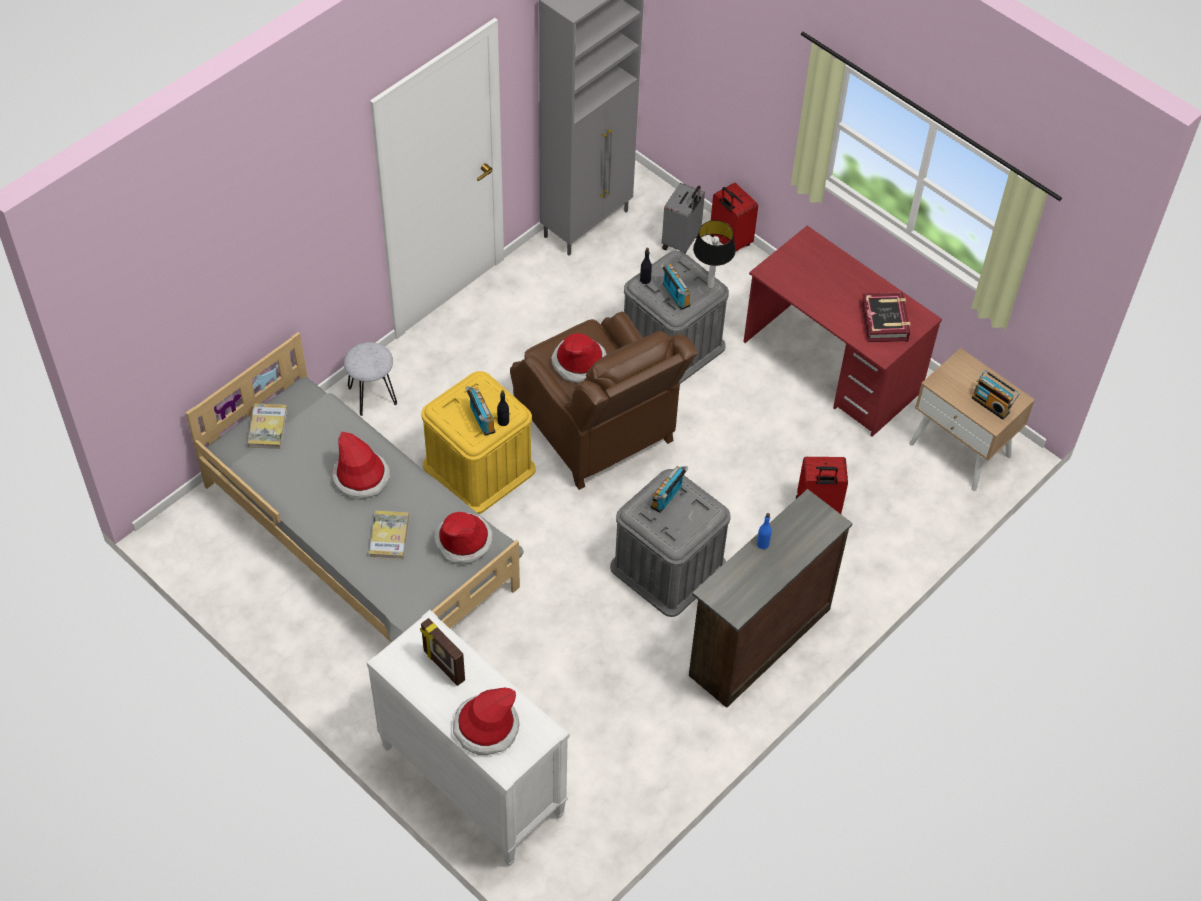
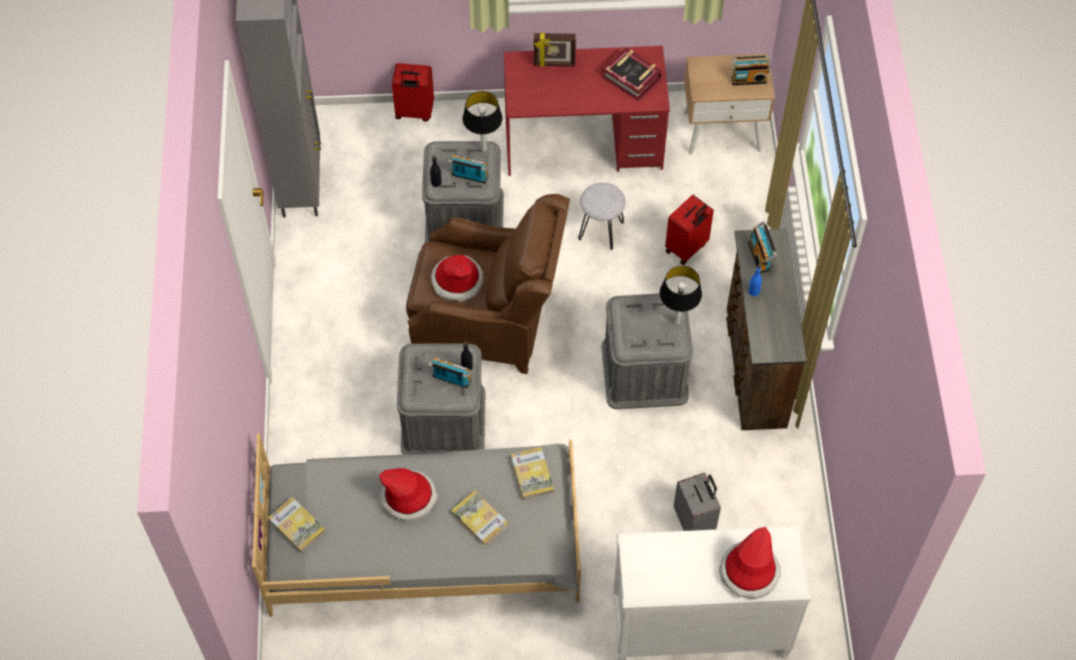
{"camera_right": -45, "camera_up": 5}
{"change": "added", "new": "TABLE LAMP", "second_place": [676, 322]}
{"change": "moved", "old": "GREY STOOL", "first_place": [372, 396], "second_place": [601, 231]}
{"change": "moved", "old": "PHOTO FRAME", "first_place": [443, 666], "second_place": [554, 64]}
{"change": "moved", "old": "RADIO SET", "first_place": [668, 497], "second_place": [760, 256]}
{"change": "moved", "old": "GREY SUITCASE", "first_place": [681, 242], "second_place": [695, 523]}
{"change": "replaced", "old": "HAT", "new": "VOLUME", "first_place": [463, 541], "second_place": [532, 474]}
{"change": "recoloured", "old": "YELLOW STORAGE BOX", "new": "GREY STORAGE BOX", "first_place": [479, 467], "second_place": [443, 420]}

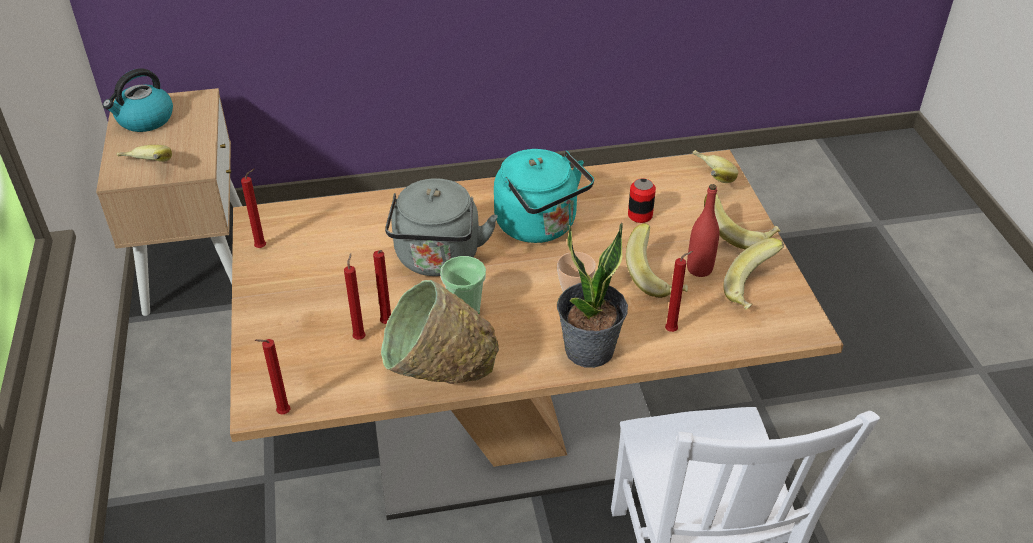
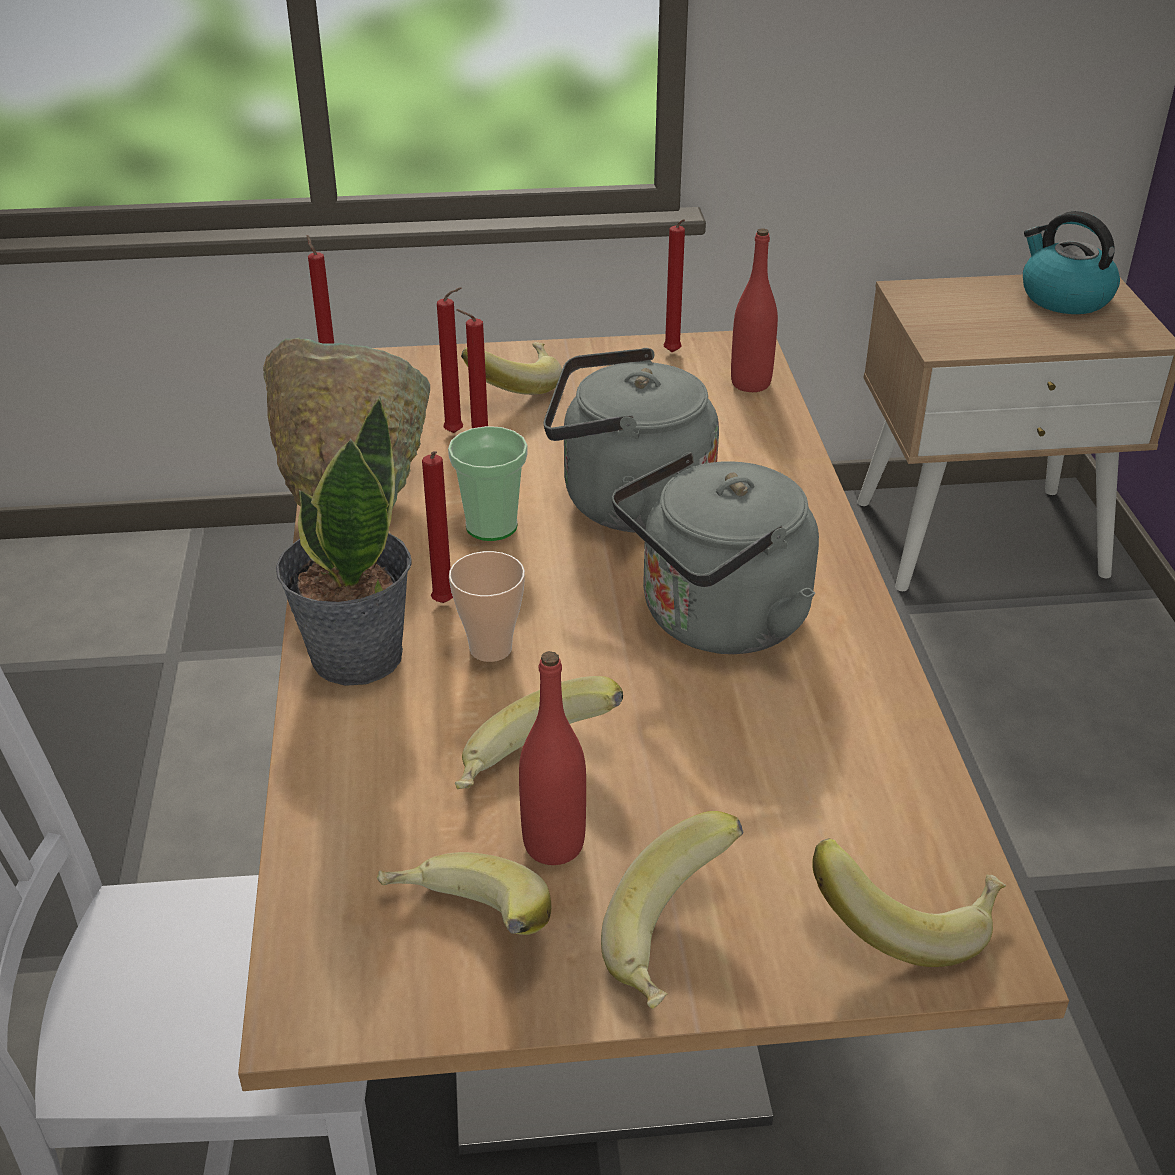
{"camera_right": 95, "camera_up": -5}
{"change": "removed", "old": "CAN", "first_place": [640, 215]}
{"change": "added", "new": "REDDISH DRINK BOTTLE", "second_place": [750, 383]}
{"change": "moved", "old": "BANANA", "first_place": [147, 169], "second_place": [513, 387]}
{"change": "moved", "old": "REDDISH CANDLE", "first_place": [673, 330], "second_place": [443, 605]}
{"change": "recoloured", "old": "TURQUOISE KETTLE", "new": "GREY KETTLE", "first_place": [540, 226], "second_place": [716, 621]}

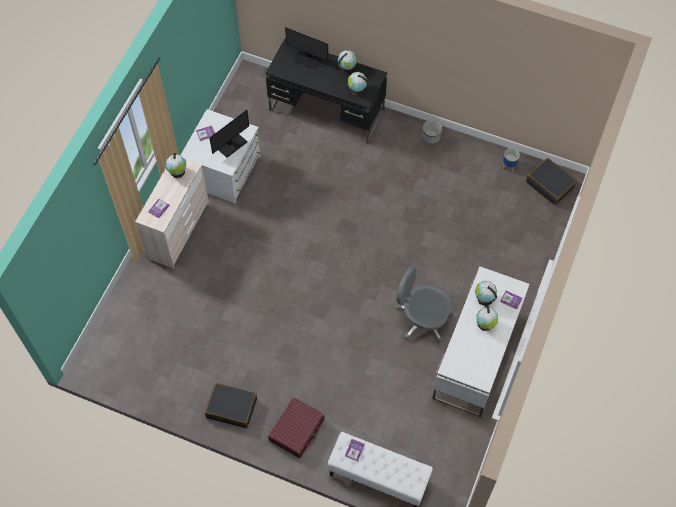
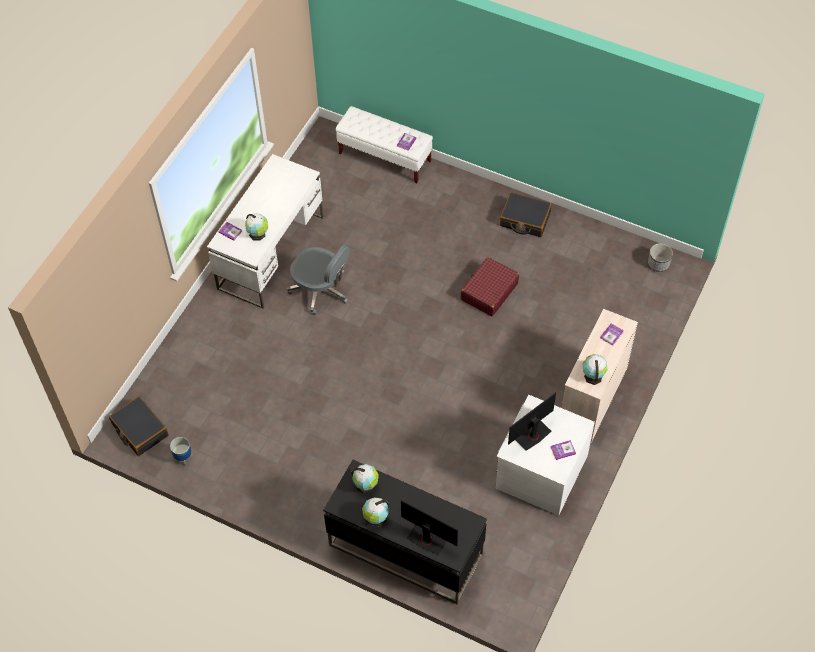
{"camera_right": -175, "camera_up": -5}
{"change": "removed", "old": "DESK GLOBE", "first_place": [485, 324]}
{"change": "moved", "old": "REDDISH SUITCASE", "first_place": [297, 430], "second_place": [489, 291]}
{"change": "moved", "old": "PLANTER", "first_place": [431, 137], "second_place": [658, 264]}

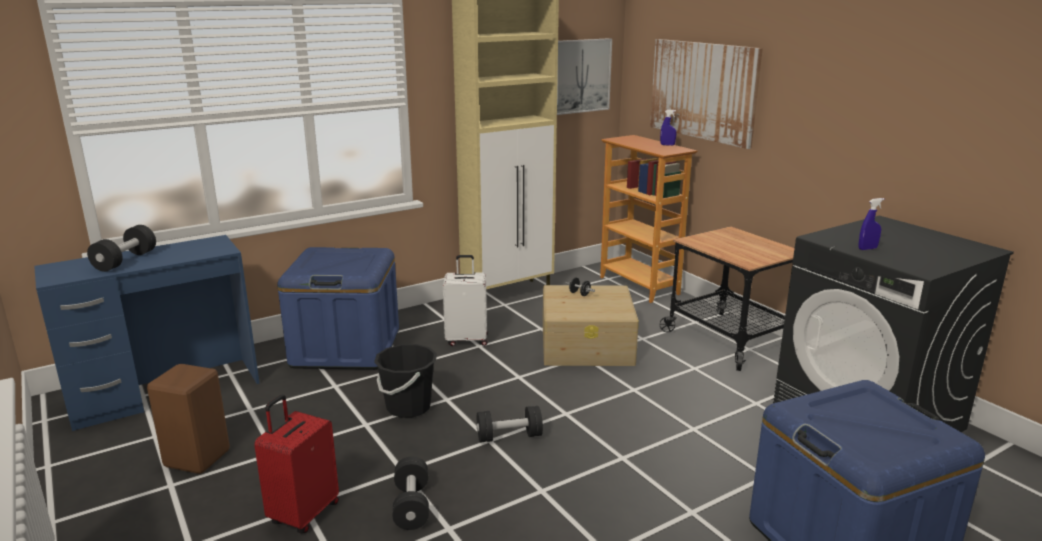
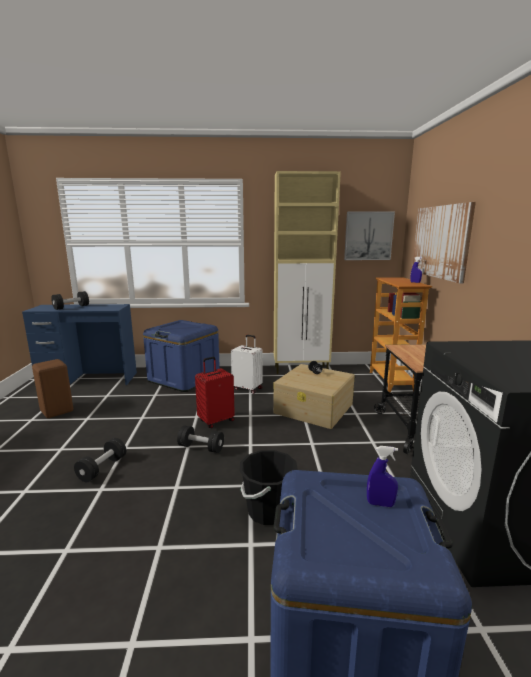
{"camera_right": 30, "camera_up": -5}
{"change": "moved", "old": "REDDISH SUITCASE", "first_place": [303, 513], "second_place": [216, 421]}
{"change": "moved", "old": "BLACK WATER BUCKET", "first_place": [408, 407], "second_place": [268, 511]}
{"change": "moved", "old": "BLUISH SPRAY BOTTLE", "first_place": [867, 249], "second_place": [380, 504]}

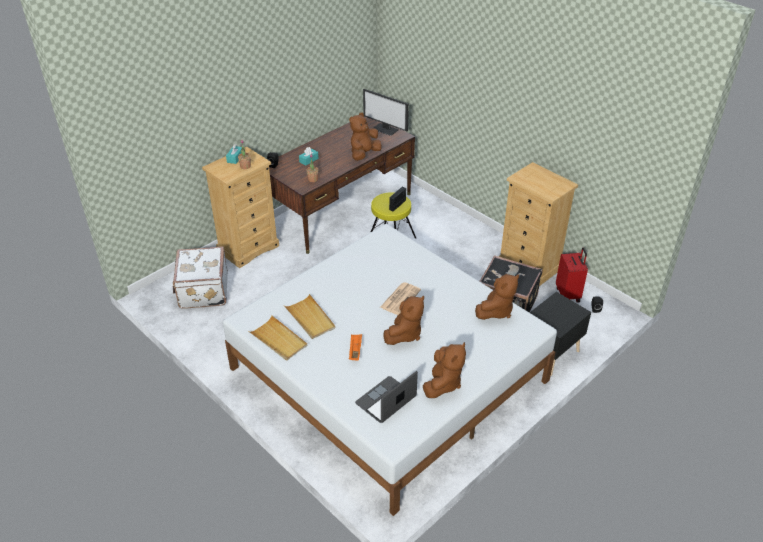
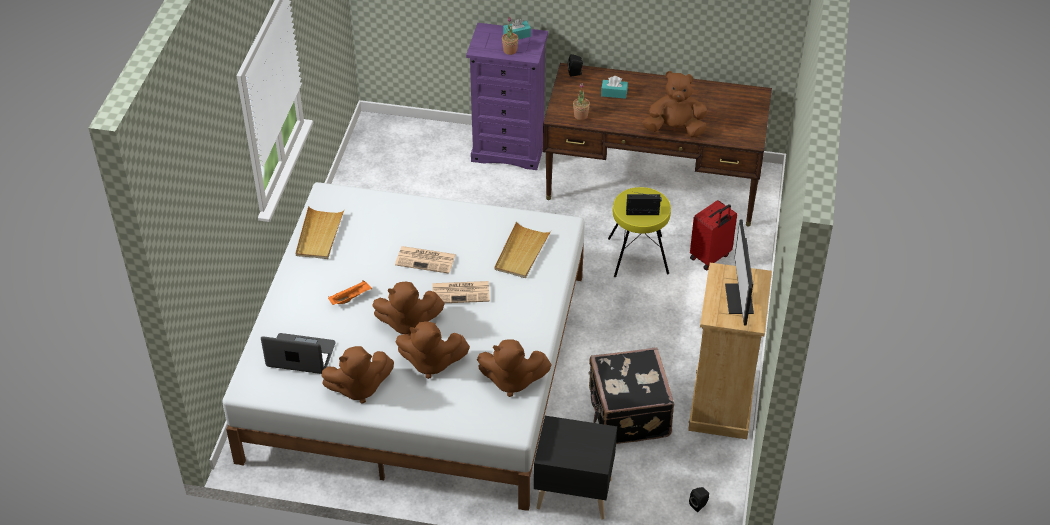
{"camera_right": 55, "camera_up": 5}
{"change": "removed", "old": "WHITE-COLOURED SUITCASE", "first_place": [202, 291]}
{"change": "added", "new": "PRINTED PAPER", "second_place": [426, 260]}
{"change": "added", "new": "BROWN-COLOURED PLUSH TOY", "second_place": [431, 362]}
{"change": "moved", "old": "BEIGE TRAY", "first_place": [310, 318], "second_place": [521, 252]}
{"change": "moved", "old": "COMPUTER DISPLAY", "first_place": [386, 129], "second_place": [740, 299]}
{"change": "moved", "old": "REDDISH SUITCASE", "first_place": [568, 294], "second_place": [710, 257]}
{"change": "recoloured", "old": "BEIGE DRAWER CHEST", "new": "PURPLISH DRAWER CHEST", "first_place": [248, 248], "second_place": [509, 149]}

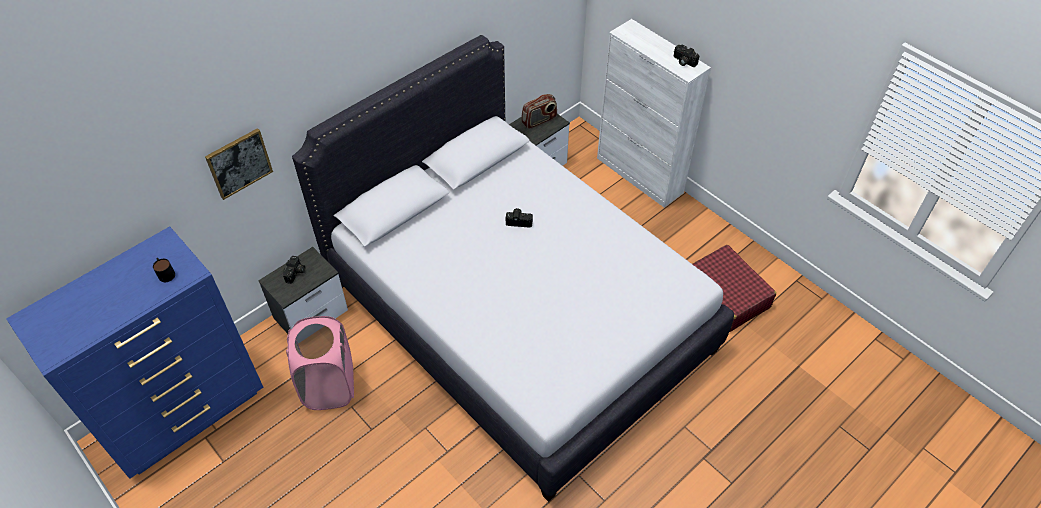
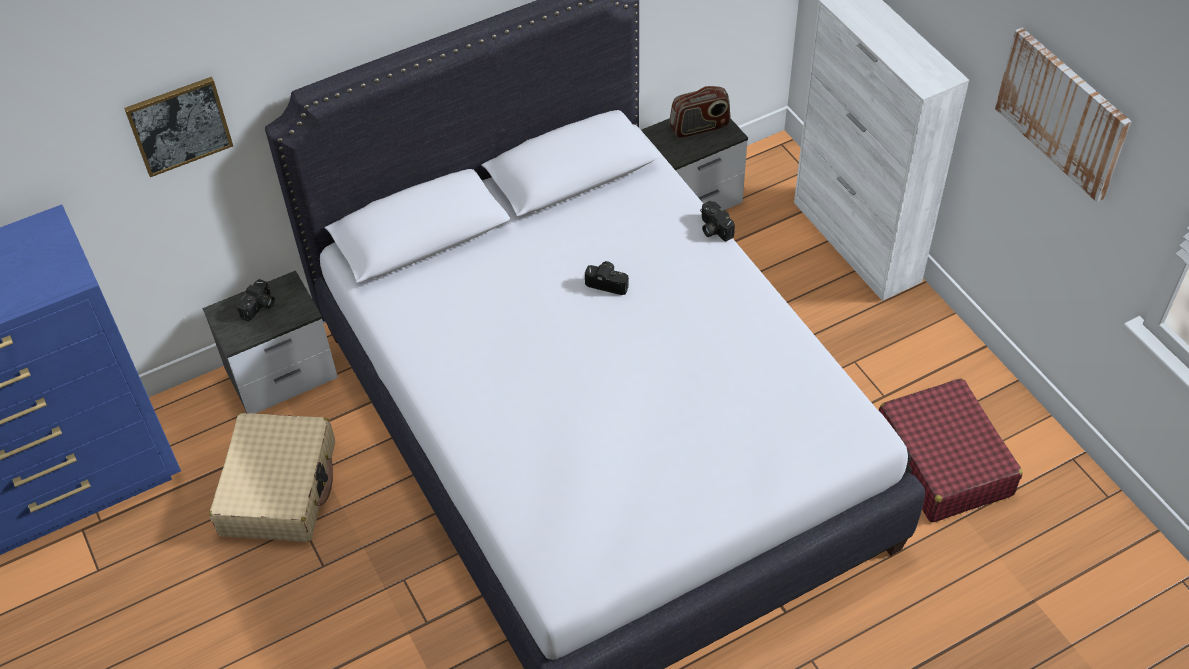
{"camera_right": 15, "camera_up": 0}
{"change": "removed", "old": "TEA MUG", "first_place": [165, 273]}
{"change": "added", "new": "WALL PICTURE", "second_place": [1062, 113]}
{"change": "moved", "old": "STILL CAMERA", "first_place": [683, 61], "second_place": [713, 229]}
{"change": "replaced", "old": "PINK LAUNDRY BASKET", "new": "BEIGE SUITCASE", "first_place": [329, 386], "second_place": [279, 488]}

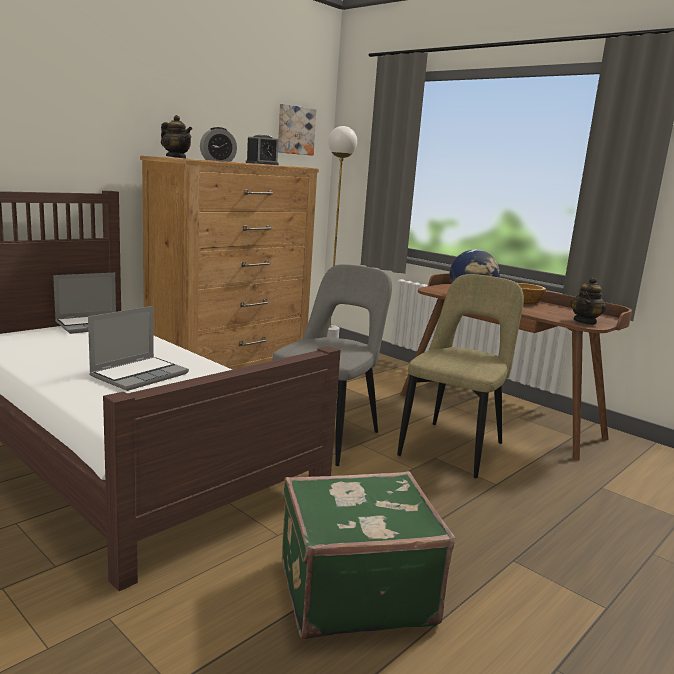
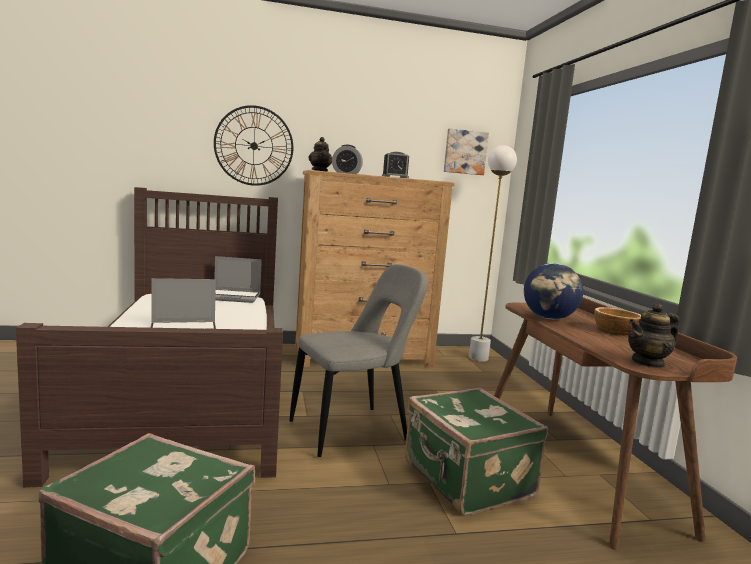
{"camera_right": 35, "camera_up": -5}
{"change": "added", "new": "HANGING CLOCK", "second_place": [254, 146]}
{"change": "replaced", "old": "BEIGE CHAIR", "new": "GREENISH SUITCASE", "first_place": [454, 447], "second_place": [466, 480]}

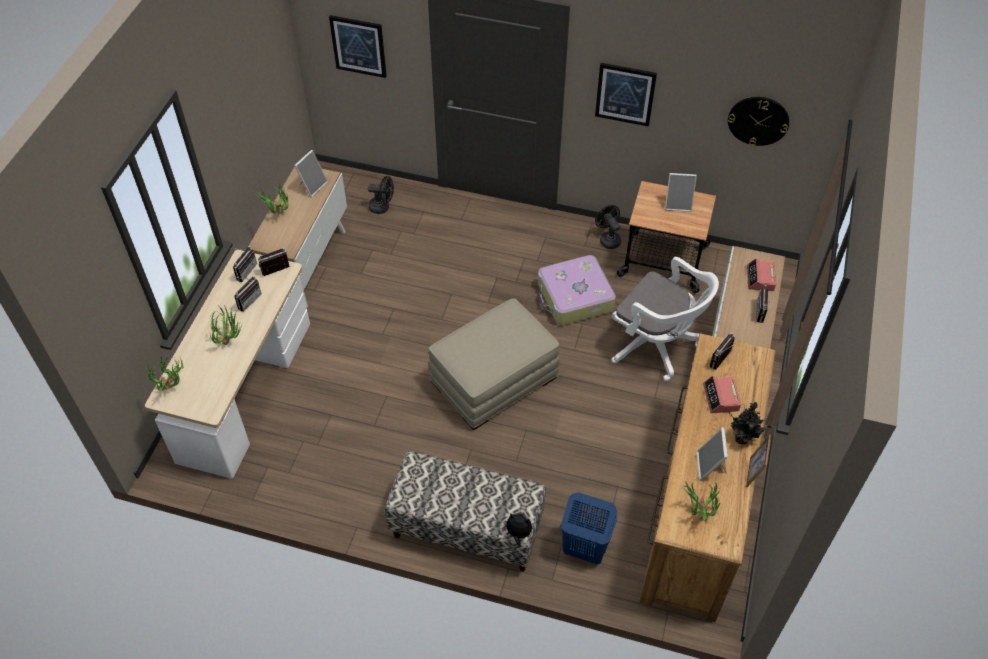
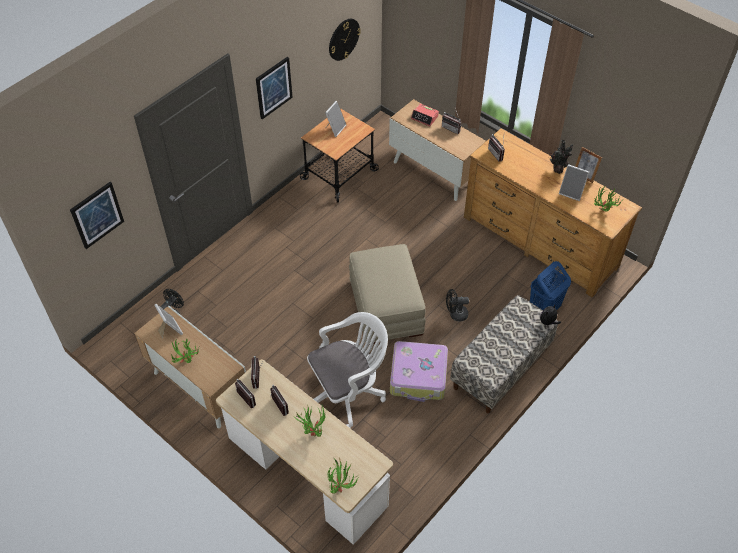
{"camera_right": -65, "camera_up": 0}
{"change": "removed", "old": "TABLE CLOCK", "first_place": [721, 398]}
{"change": "moved", "old": "SUITCASE", "first_place": [574, 298], "second_place": [419, 376]}
{"change": "moved", "old": "BLACK FAN", "first_place": [608, 239], "second_place": [455, 314]}
{"change": "moved", "old": "WHITE-COLOURED COMPUTER CHAIR", "first_place": [656, 346], "second_place": [348, 391]}

